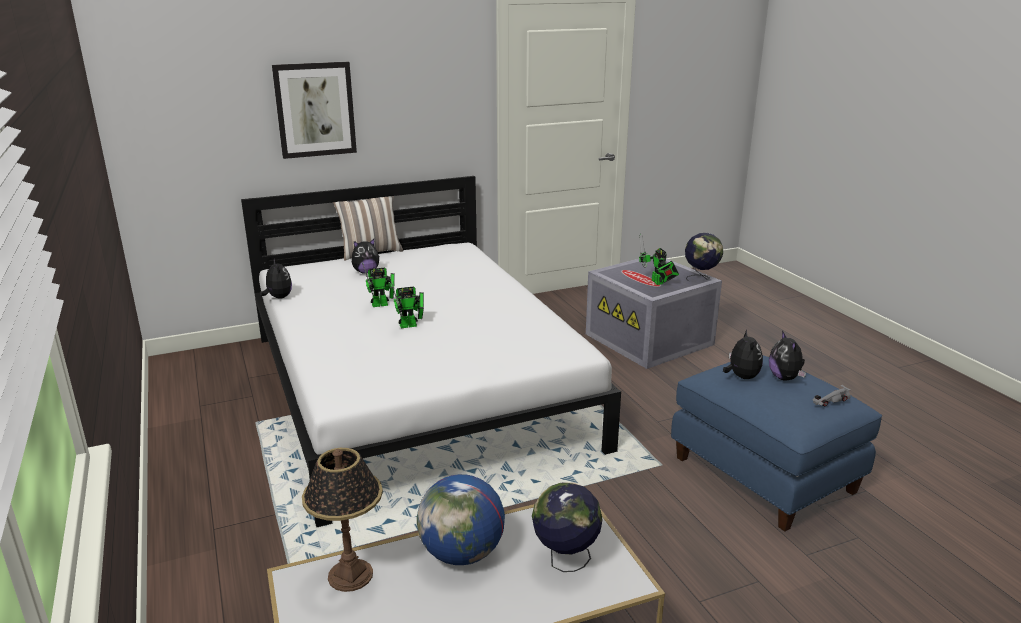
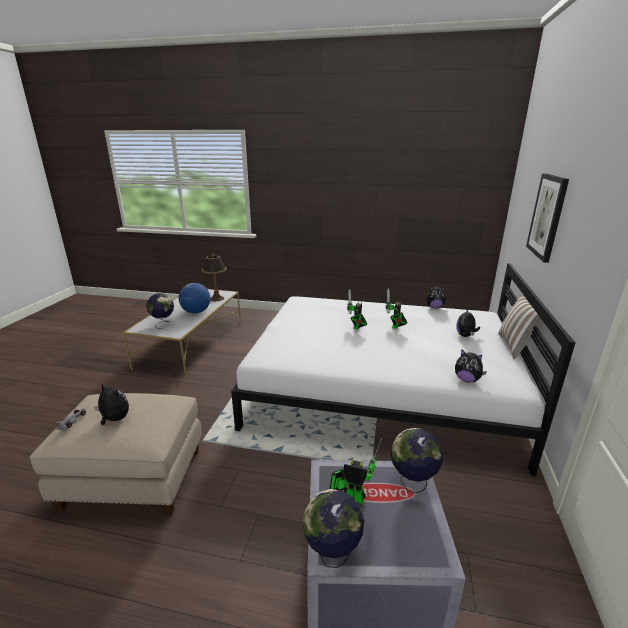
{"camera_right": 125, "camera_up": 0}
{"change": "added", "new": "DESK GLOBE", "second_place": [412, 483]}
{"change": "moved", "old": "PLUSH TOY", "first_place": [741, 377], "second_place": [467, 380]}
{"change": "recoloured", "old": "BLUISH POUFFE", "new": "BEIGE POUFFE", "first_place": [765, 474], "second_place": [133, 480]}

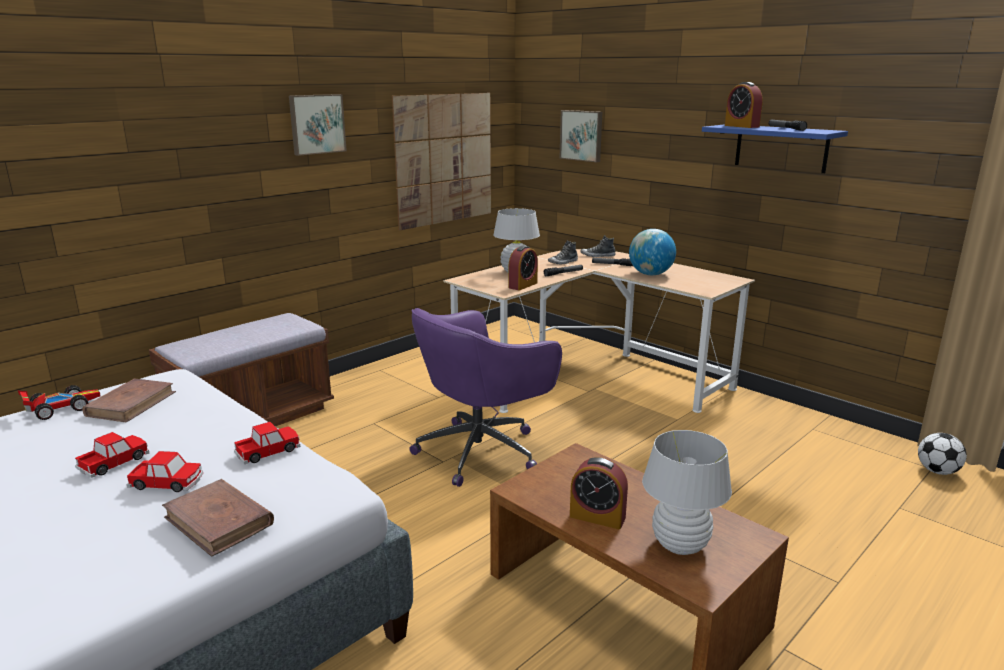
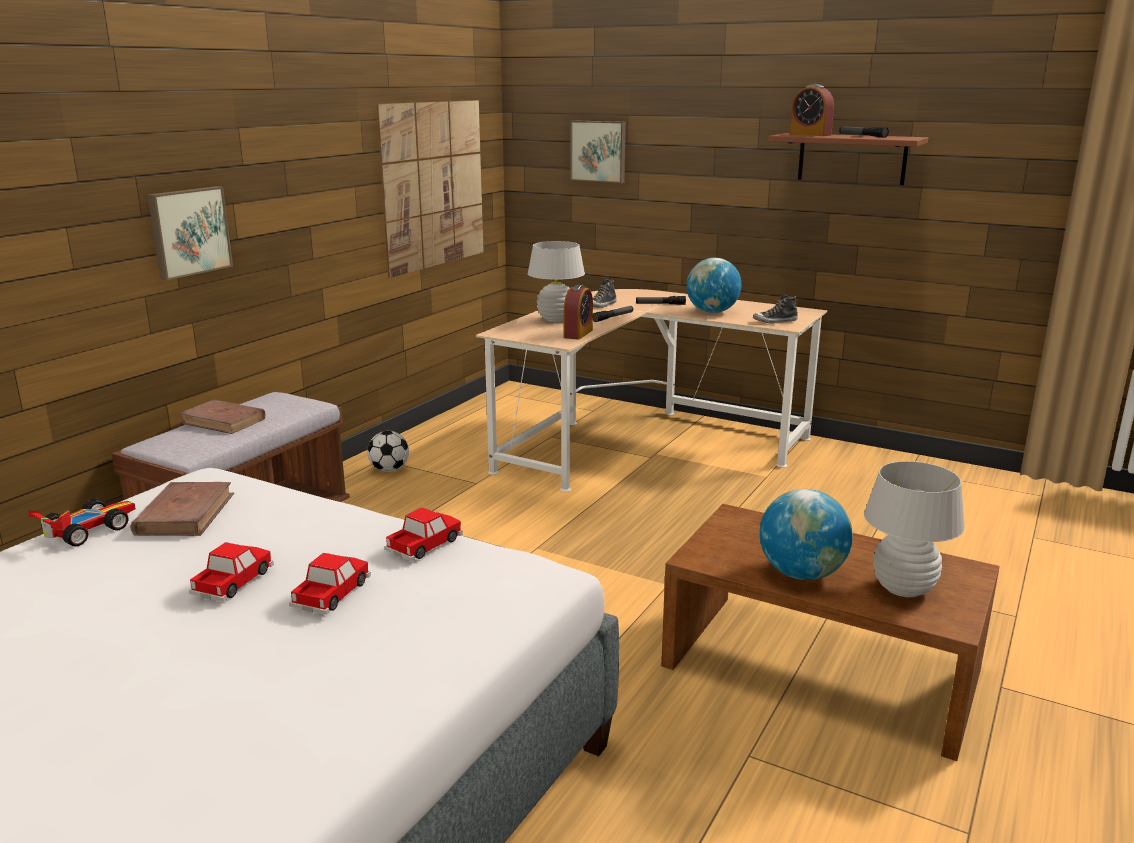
{"camera_right": -15, "camera_up": 0}
{"change": "removed", "old": "PURPLISH COMPUTER CHAIR", "first_place": [482, 450]}
{"change": "moved", "old": "BROWN-COLOURED VOLUME", "first_place": [219, 521], "second_place": [223, 421]}
{"change": "moved", "old": "WALL PICTURE", "first_place": [316, 124], "second_place": [188, 231]}
{"change": "moved", "old": "SHOE", "first_place": [597, 256], "second_place": [775, 321]}
{"change": "moved", "old": "BALL FOR FOOTBALL", "first_place": [937, 471], "second_place": [389, 470]}
{"change": "replaced", "old": "TABLE CLOCK", "new": "DESK GLOBE", "first_place": [597, 517], "second_place": [801, 574]}
{"change": "recoloured", "old": "BLUISH BRACKET SHELF", "new": "BROWN-COLOURED BRACKET SHELF", "first_place": [781, 148], "second_place": [852, 158]}
{"change": "turned", "old": "MODEL CAR", "first_place": [167, 482], "second_place": [332, 593], "degrees": -60}

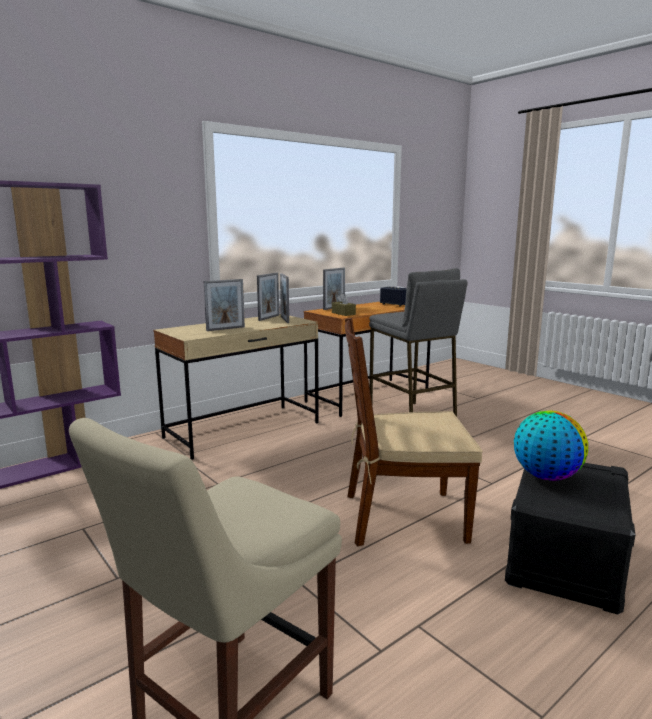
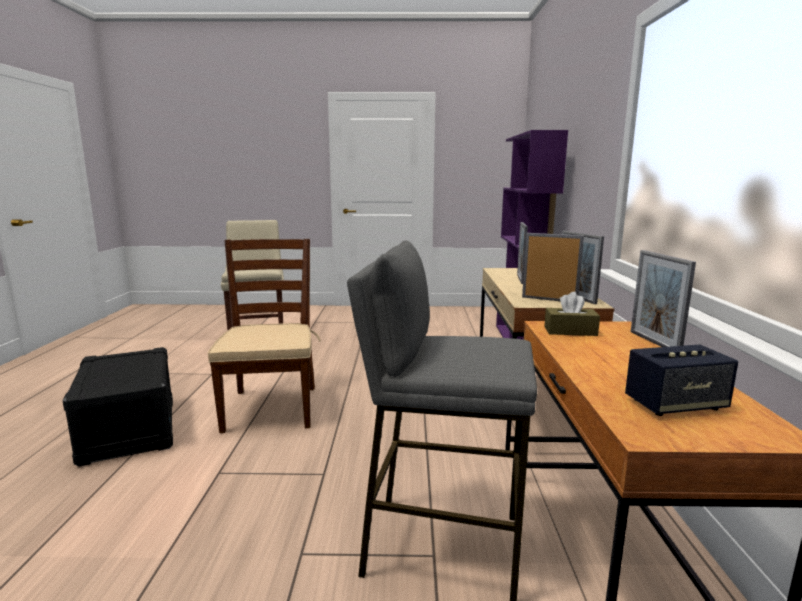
{"camera_right": 130, "camera_up": 0}
{"change": "removed", "old": "DESK GLOBE", "first_place": [546, 476]}
{"change": "turned", "old": "BROWN-COLOURED CHAIR", "first_place": [403, 517], "second_place": [271, 408], "degrees": -45}

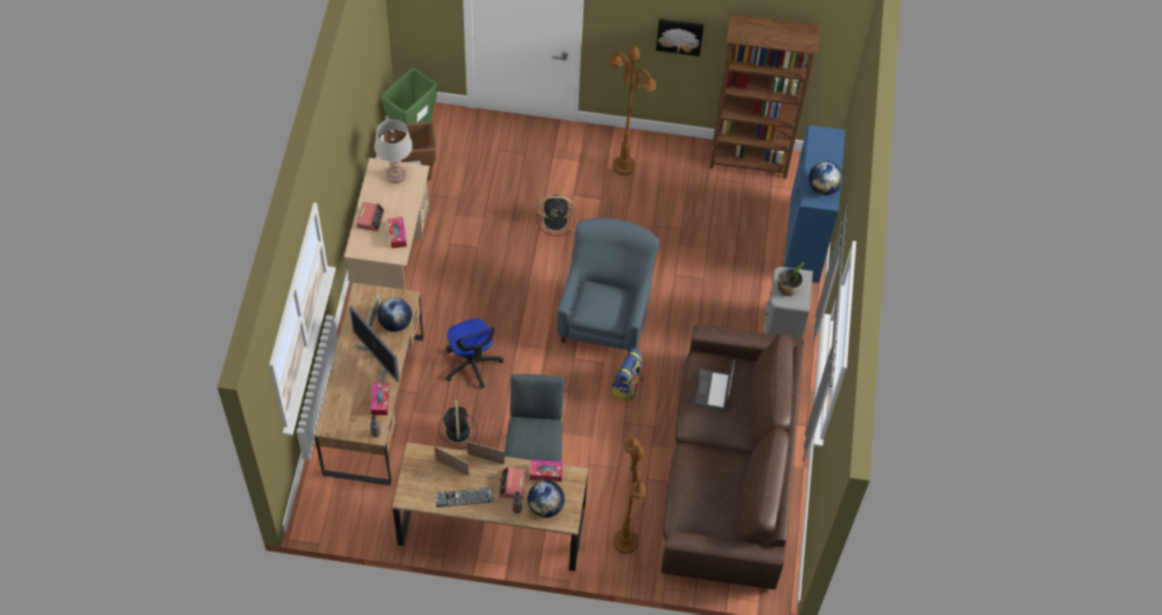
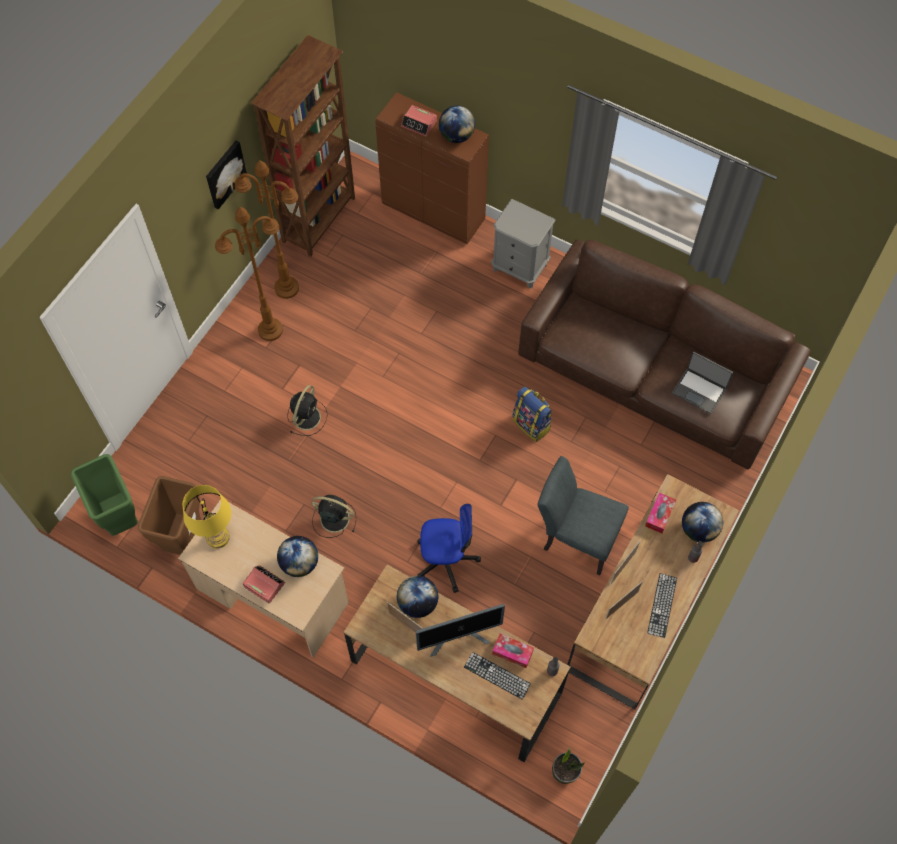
{"camera_right": -65, "camera_up": 5}
{"change": "removed", "old": "BLUISH EASY CHAIR", "first_place": [605, 314]}
{"change": "added", "new": "COMPUTER KEYBOARD", "second_place": [497, 675]}
{"change": "moved", "old": "BLACK FAN", "first_place": [458, 430], "second_place": [333, 518]}
{"change": "moved", "old": "TABLE CLOCK", "first_place": [512, 485], "second_place": [419, 124]}
{"change": "moved", "old": "BROWN-COLOURED STANDING LAMP", "first_place": [625, 542], "second_place": [287, 288]}
{"change": "moved", "old": "PORTABLE COMPUTER", "first_place": [714, 390], "second_place": [699, 390]}
{"change": "moved", "old": "PLANT IN A POT", "first_place": [787, 289], "second_place": [564, 772]}
{"change": "replaced", "old": "TISSUE BOX", "new": "DESK GLOBE", "first_place": [397, 235], "second_place": [299, 563]}
{"change": "recoloured", "old": "GREY TABLE LAMP", "new": "YELLOW TABLE LAMP", "first_place": [396, 175], "second_place": [217, 537]}
{"change": "recoloured", "old": "BLUISH CUPBOARD", "new": "BROWN-COLOURED CUPBOARD", "first_place": [804, 242], "second_place": [434, 213]}

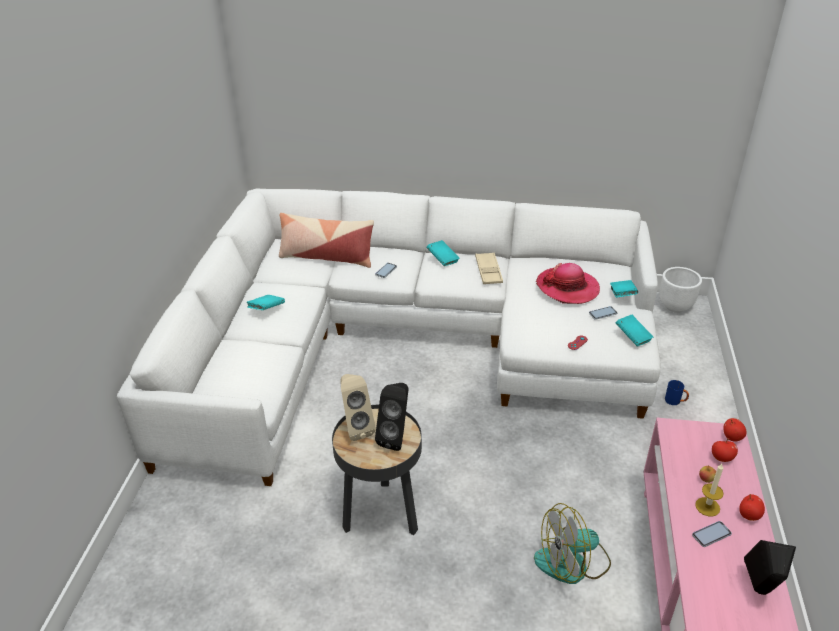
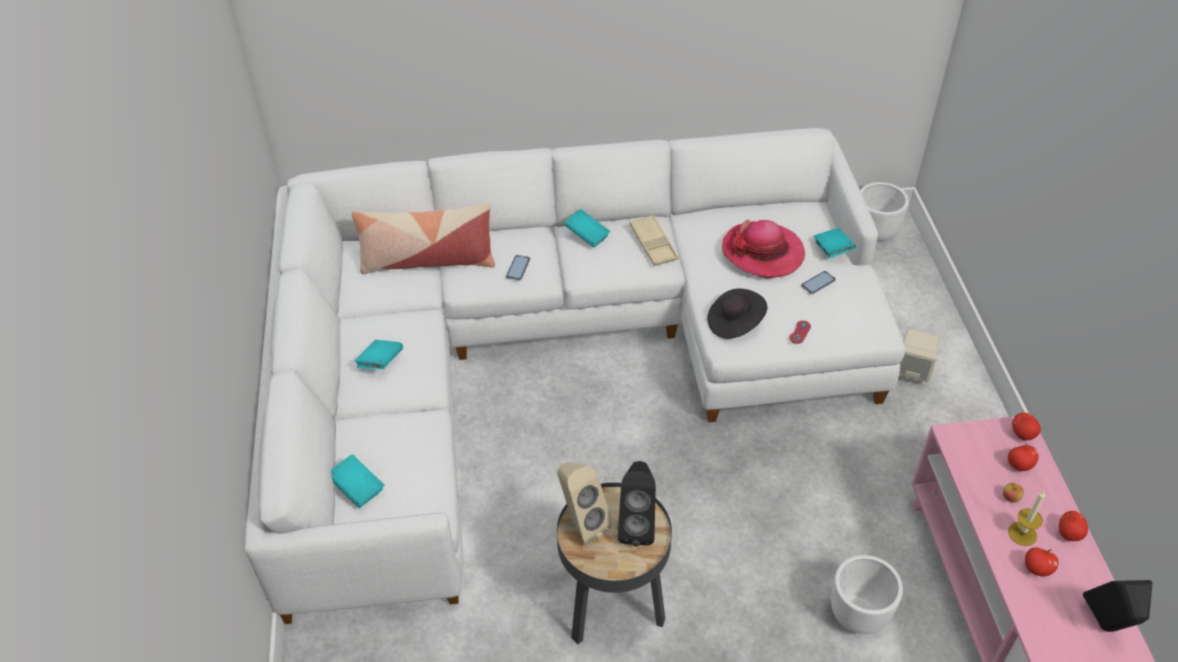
{"camera_right": -15, "camera_up": 10}
{"change": "added", "new": "BLACK HAT", "second_place": [734, 323]}
{"change": "moved", "old": "TURQUOISE VOLUME", "first_place": [632, 337], "second_place": [357, 488]}
{"change": "replaced", "old": "FAN", "new": "WHITE-COLOURED PLANTER", "first_place": [572, 562], "second_place": [859, 616]}
{"change": "replaced", "old": "BLUISH TEA MUG", "new": "BEIGE LOUDSPEAKER", "first_place": [675, 401], "second_place": [913, 371]}
{"change": "replaced", "old": "HANDSET", "new": "APPLE", "first_place": [711, 534], "second_place": [1036, 569]}

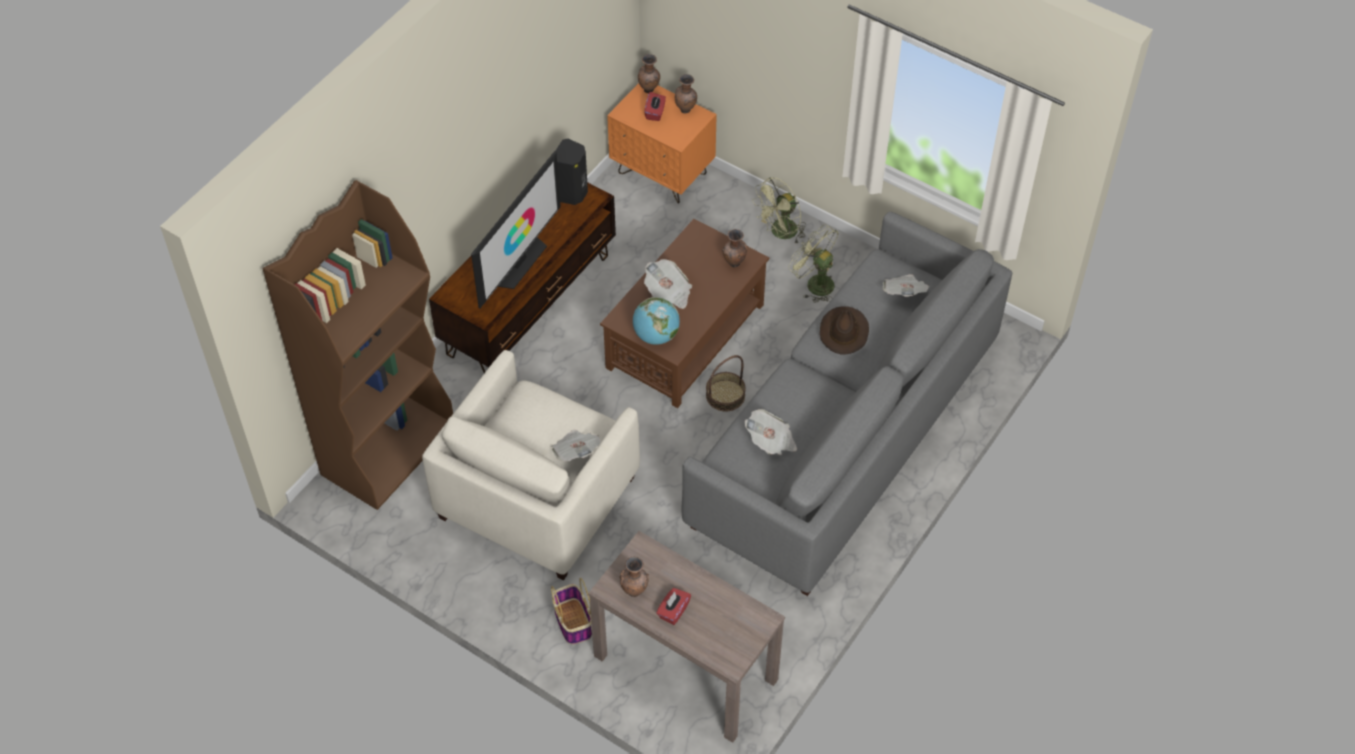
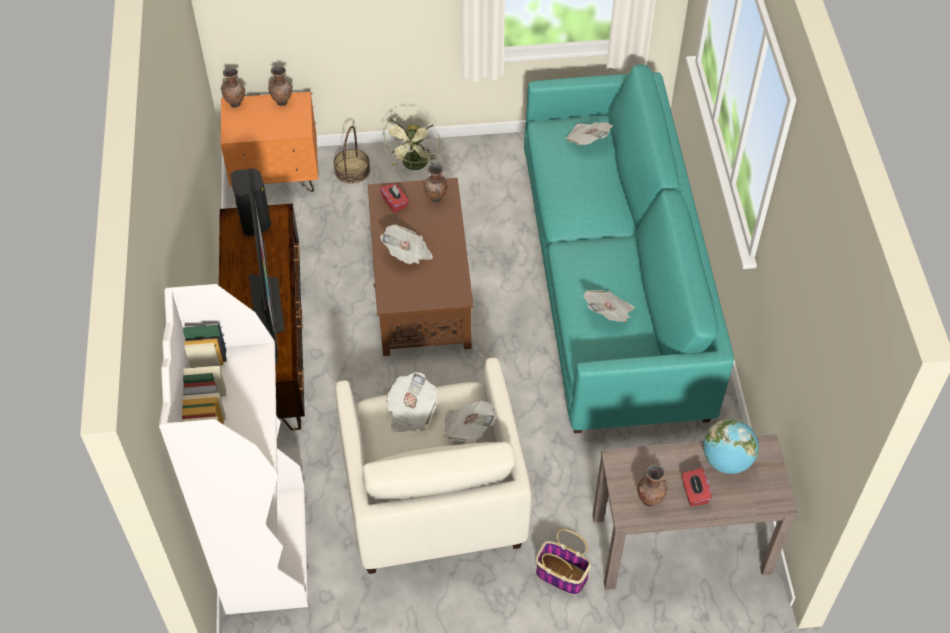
{"camera_right": -40, "camera_up": 0}
{"change": "removed", "old": "GREENISH FAN", "first_place": [814, 283]}
{"change": "removed", "old": "BROWN-COLOURED HAT", "first_place": [843, 331]}
{"change": "added", "new": "PRINTED PAPER", "second_place": [411, 412]}
{"change": "moved", "old": "DESK GLOBE", "first_place": [656, 335], "second_place": [726, 460]}
{"change": "moved", "old": "REDDISH TISSUE BOX", "first_place": [655, 113], "second_place": [395, 203]}
{"change": "moved", "old": "HOUSEHOLD BASKET", "first_place": [725, 395], "second_place": [352, 170]}
{"change": "recoloured", "old": "BROWN-COLOURED BOOKSHELF", "new": "WHITE-COLOURED BOOKSHELF", "first_place": [388, 448], "second_place": [265, 548]}
{"change": "recoloured", "old": "GREY SOFA", "new": "TURQUOISE SOFA", "first_place": [844, 434], "second_place": [613, 283]}

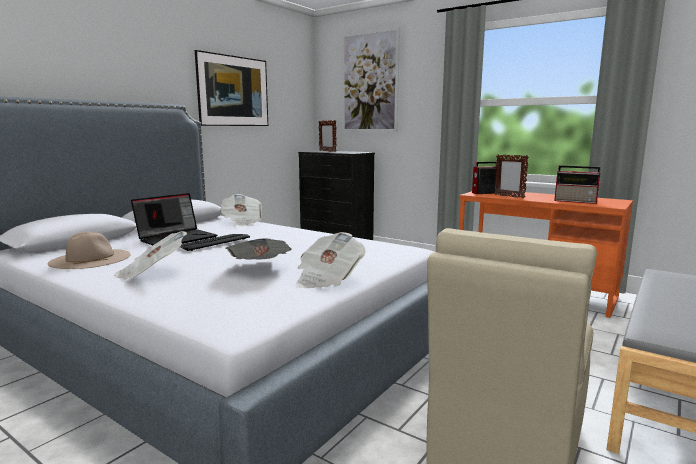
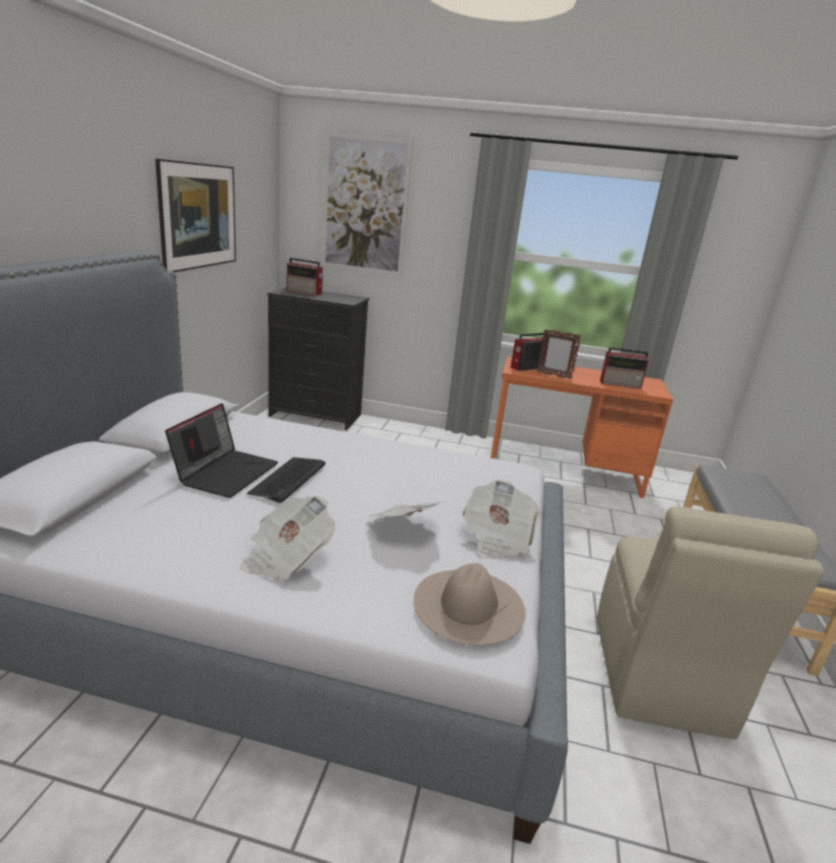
{"camera_right": -25, "camera_up": 10}
{"change": "removed", "old": "PRINTED PAPER", "first_place": [242, 221]}
{"change": "moved", "old": "BEIGE HAT", "first_place": [90, 259], "second_place": [468, 604]}
{"change": "replaced", "old": "PHOTO FRAME", "new": "RADIO SET", "first_place": [327, 151], "second_place": [305, 292]}

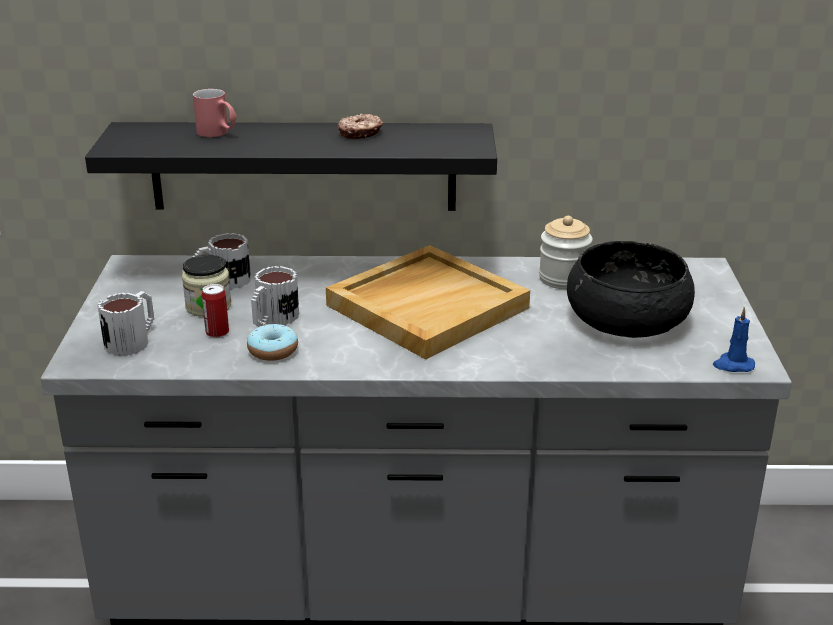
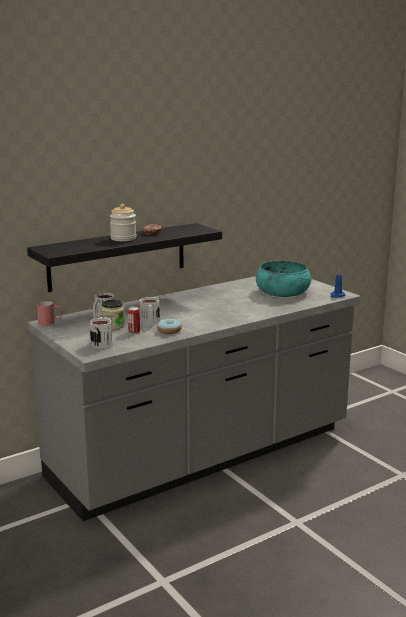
{"camera_right": -35, "camera_up": -10}
{"change": "removed", "old": "BEIGE TRAY", "first_place": [427, 305]}
{"change": "moved", "old": "REDDISH TEA MUG", "first_place": [218, 134], "second_place": [50, 323]}
{"change": "moved", "old": "PRESERVE JAR", "first_place": [563, 279], "second_place": [123, 238]}
{"change": "recoloured", "old": "BLACK BOWL", "new": "TURQUOISE BOWL", "first_place": [627, 318], "second_place": [282, 292]}

